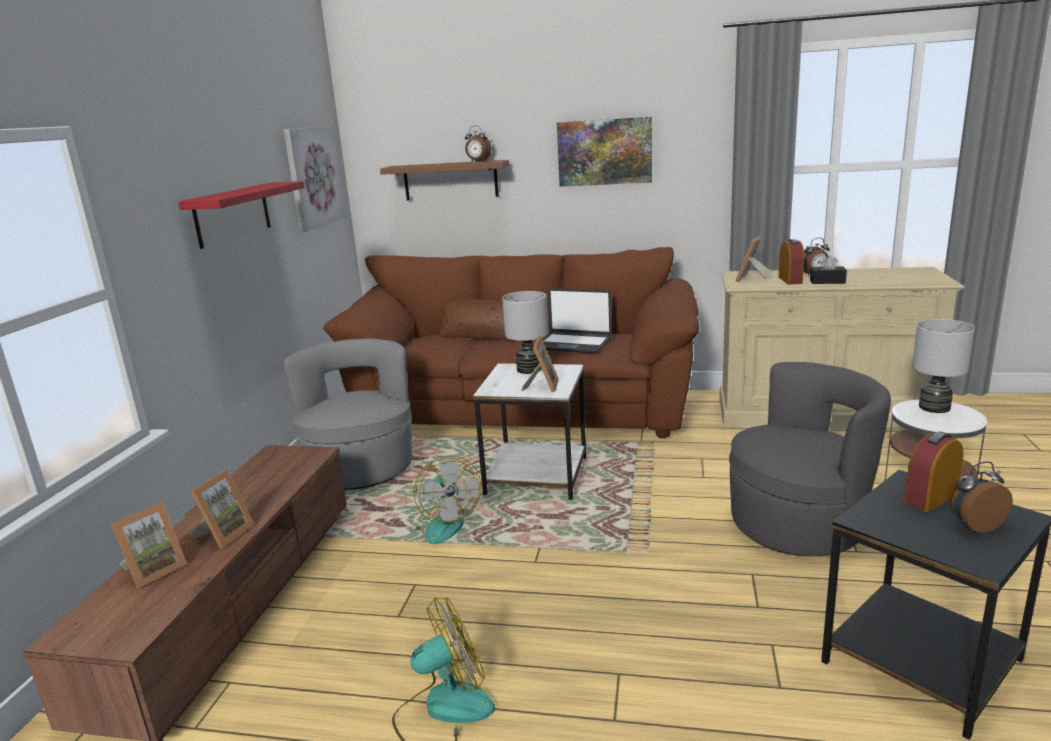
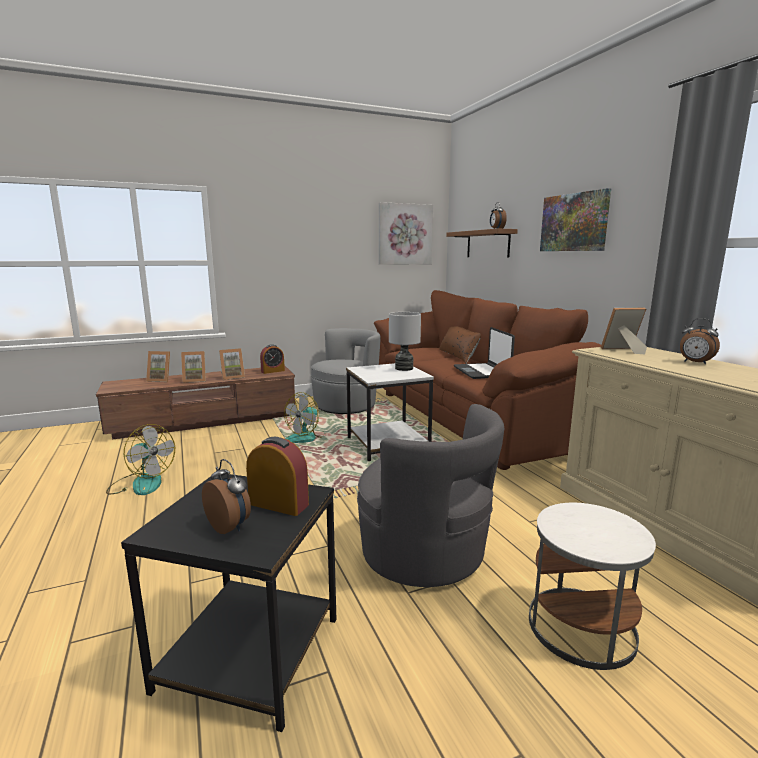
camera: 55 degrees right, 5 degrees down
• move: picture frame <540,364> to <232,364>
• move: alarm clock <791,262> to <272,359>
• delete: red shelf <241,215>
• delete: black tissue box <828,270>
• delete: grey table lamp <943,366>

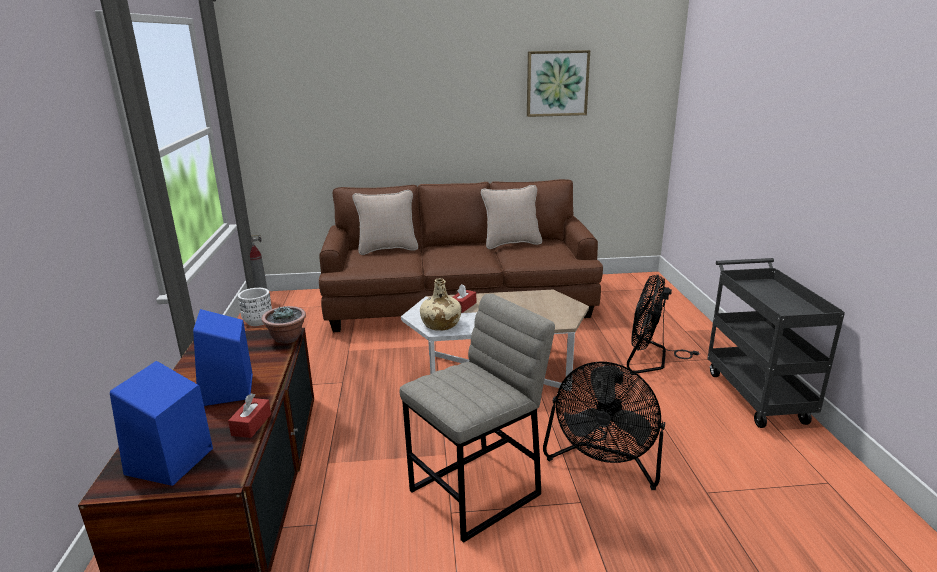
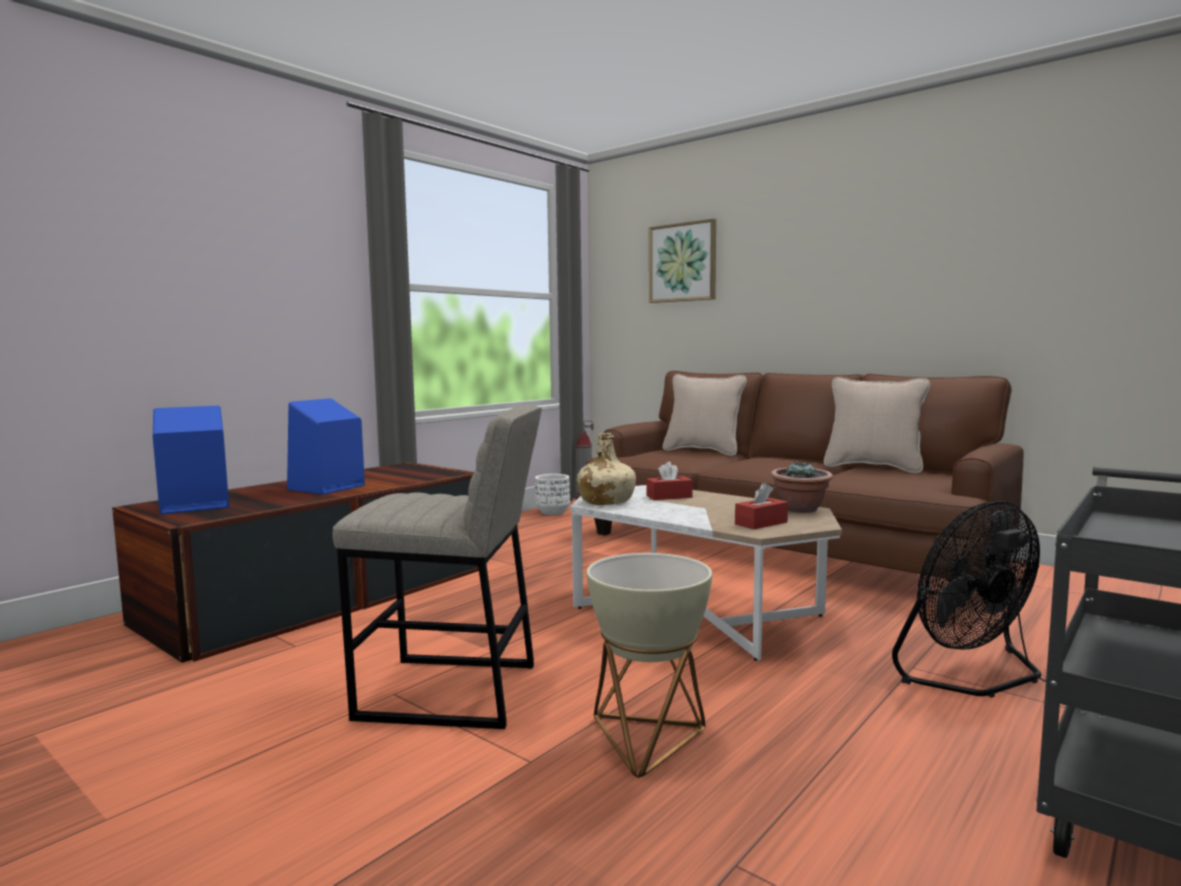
camera: 45 degrees right, 15 degrees down
• replace: black fan <604,426> to planter <649,665>
• move: picture <558,83> to <682,260>
• move: red tissue box <249,415> to <761,505>
• move: potted plant <284,325> to <802,487>

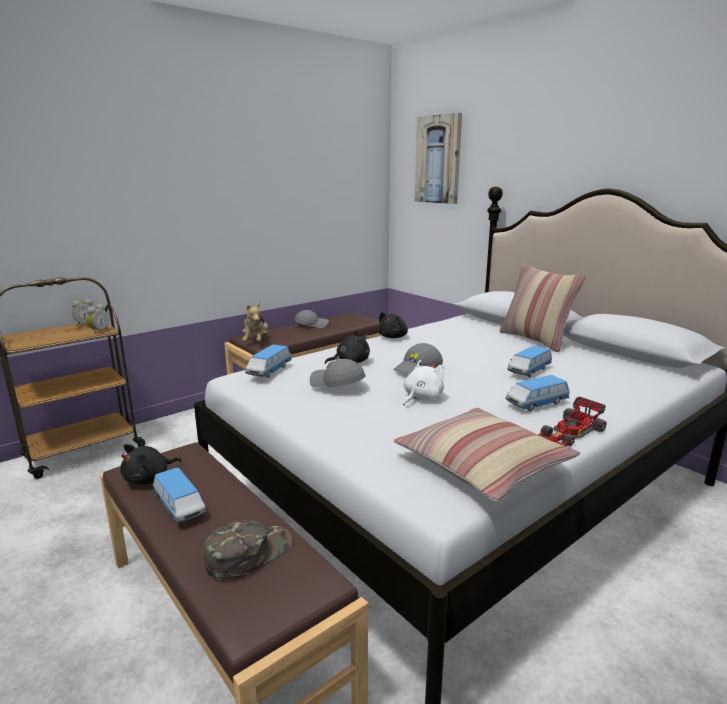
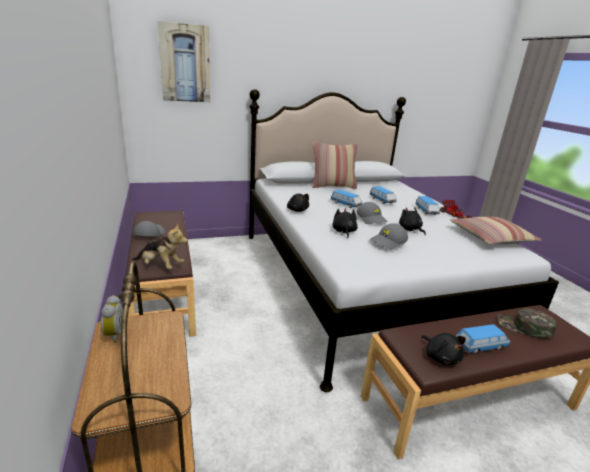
camera: 70 degrees left, 5 degrees up
• move: toy car <268,361> to <346,199>
• recolor: white plush toy <423,383> to black plush toy <412,221>
• rotate: green cap <248,550> = <526,323> 45 degrees counterclockwise
• delete: alarm clock <97,319>

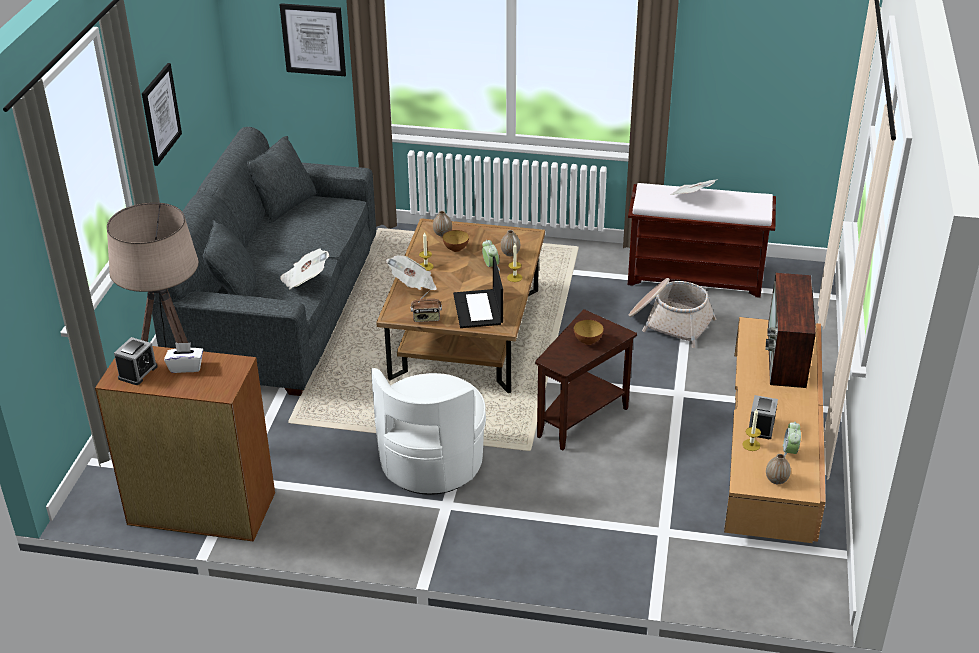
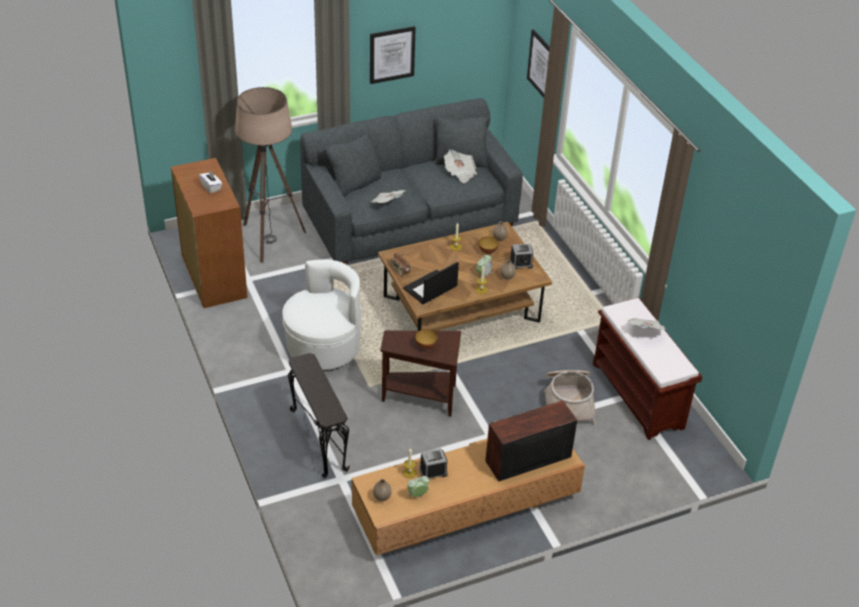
camera: 55 degrees right, 5 degrees up
• rotate: white armchair <428,431> = <322,315> 150 degrees clockwise
• insert: black side table <319,415>
• move: newspaper <411,272> to <460,166>
• move: alarm clock <136,361> to <521,256>

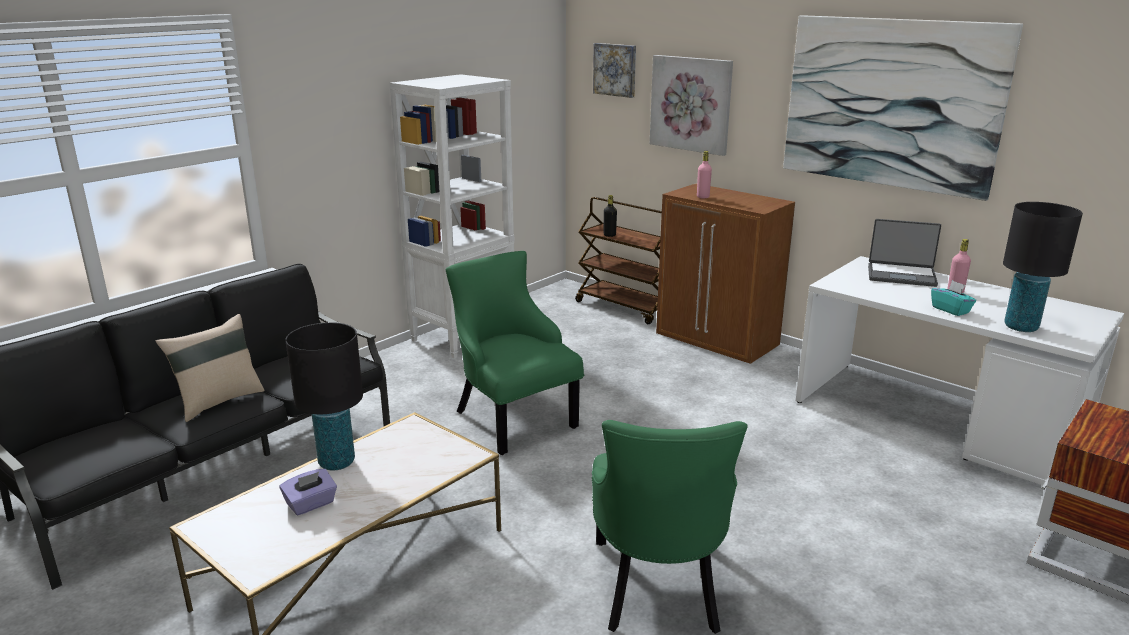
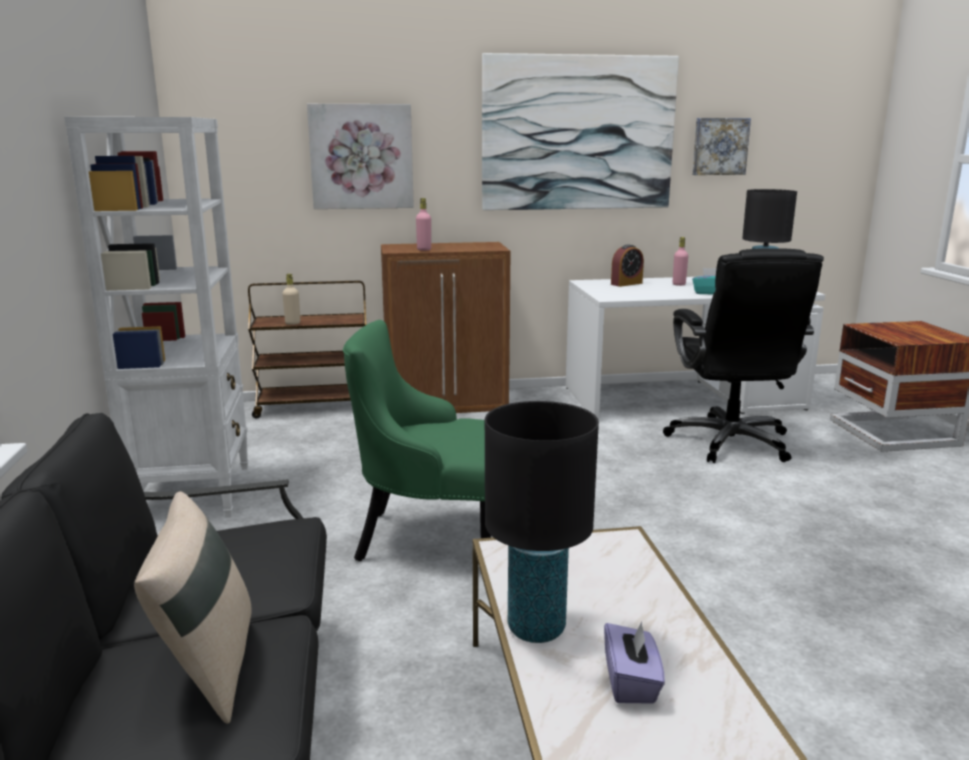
camera: 50 degrees left, 5 degrees down
• recolor: black bottle <610,216> to beige bottle <291,299>
• replace: laptop <904,253> to alarm clock <627,265>
• insert: black office chair <743,355>
• move: picture <614,70> to <721,146>
• delete: green chair <670,527>

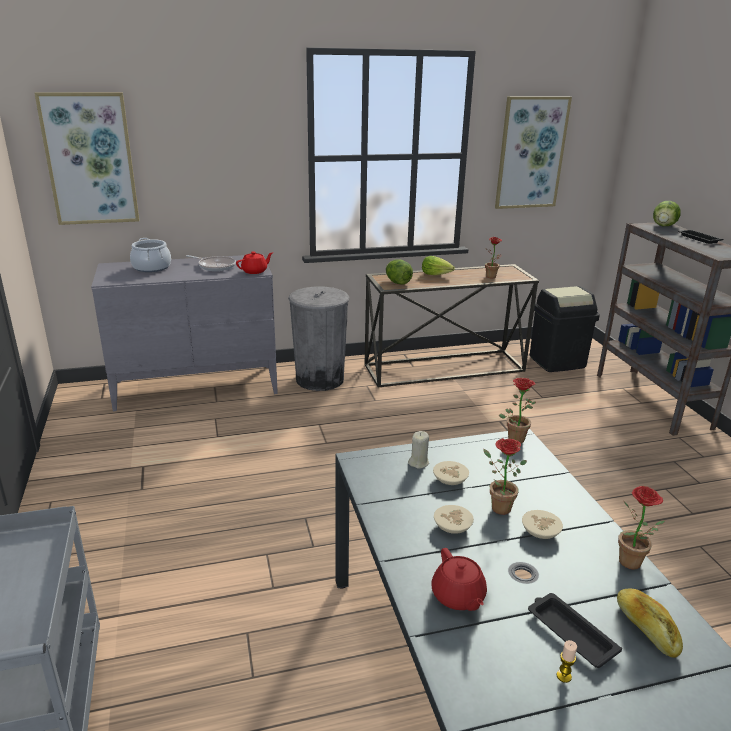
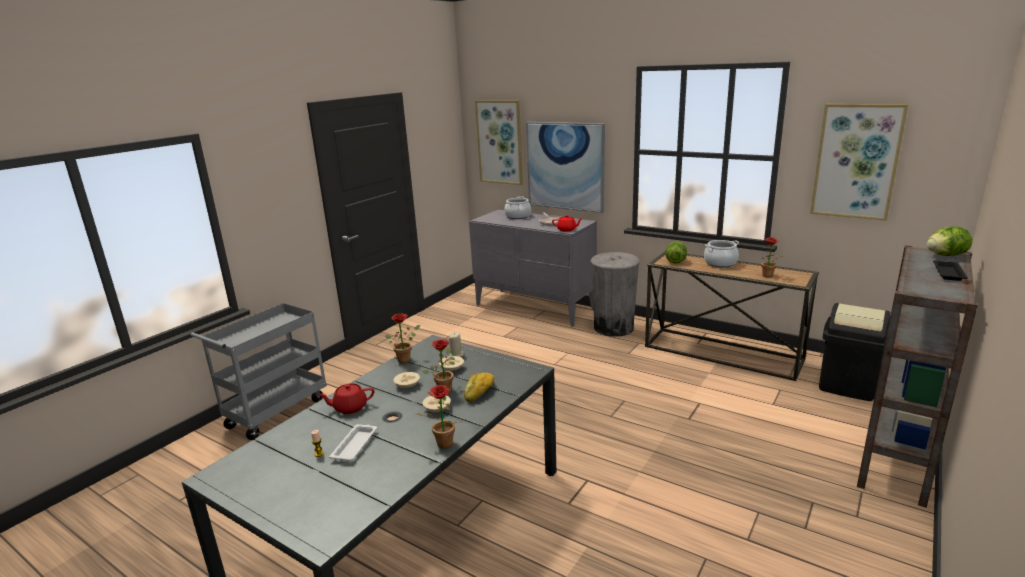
camera: 50 degrees right, 5 degrees down
• rotate: red teapot <459,579> = <346,399> 45 degrees clockwise
• recolor: black tray <575,630> to white tray <353,442>
• move: potted plant <517,410> to <402,338>
• move: bread <650,623> to <479,387>
• insert: picture <565,167>
• replace: lettuce <438,265> to cooking pot <721,253>

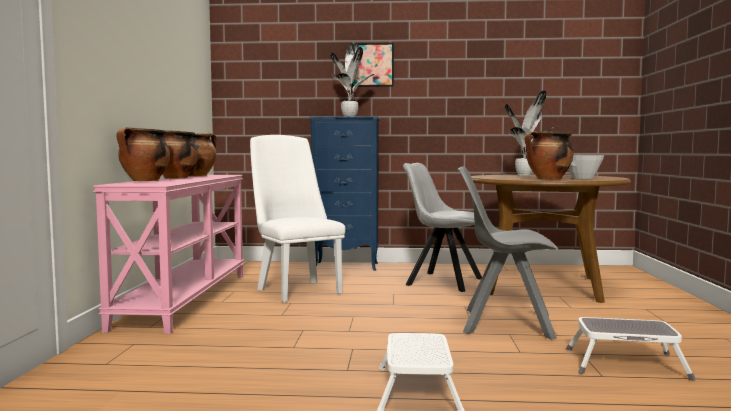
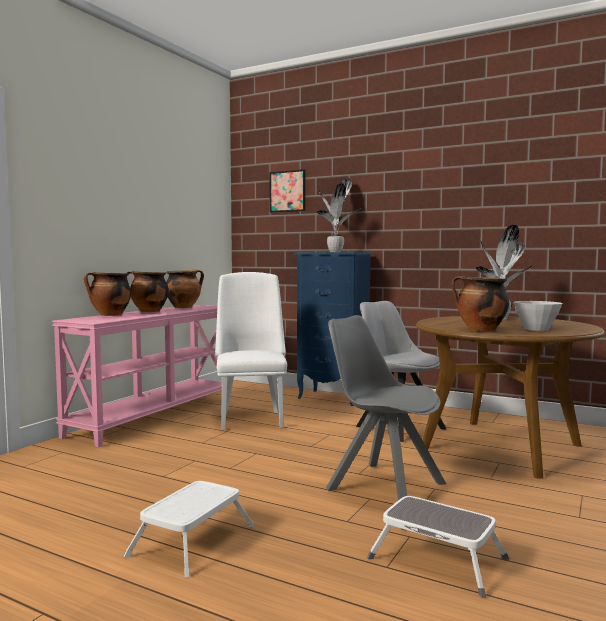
camera: 25 degrees right, 0 degrees up
• move: picture <372,65> to <287,190>

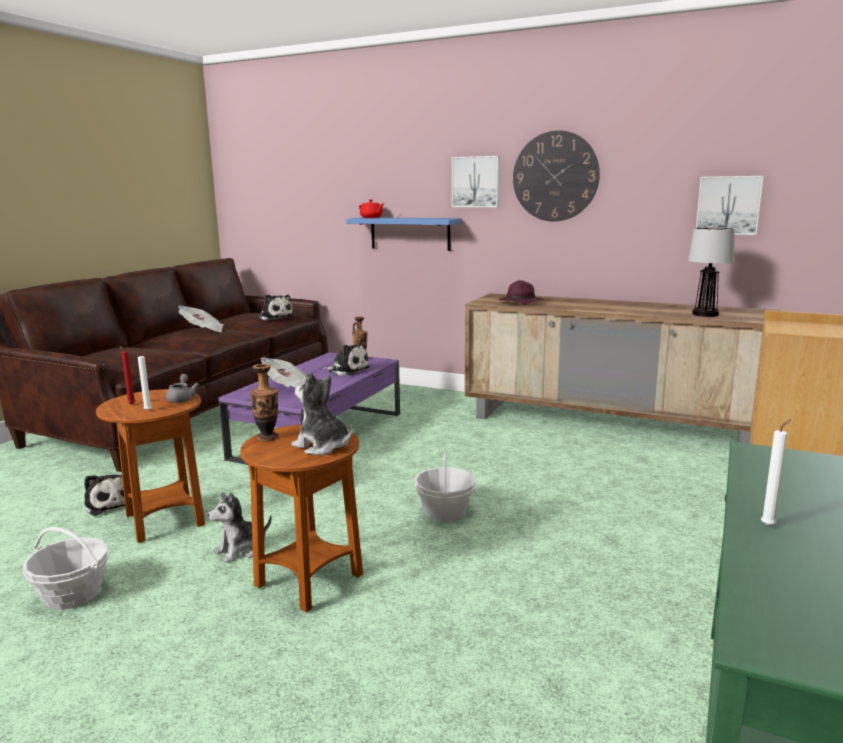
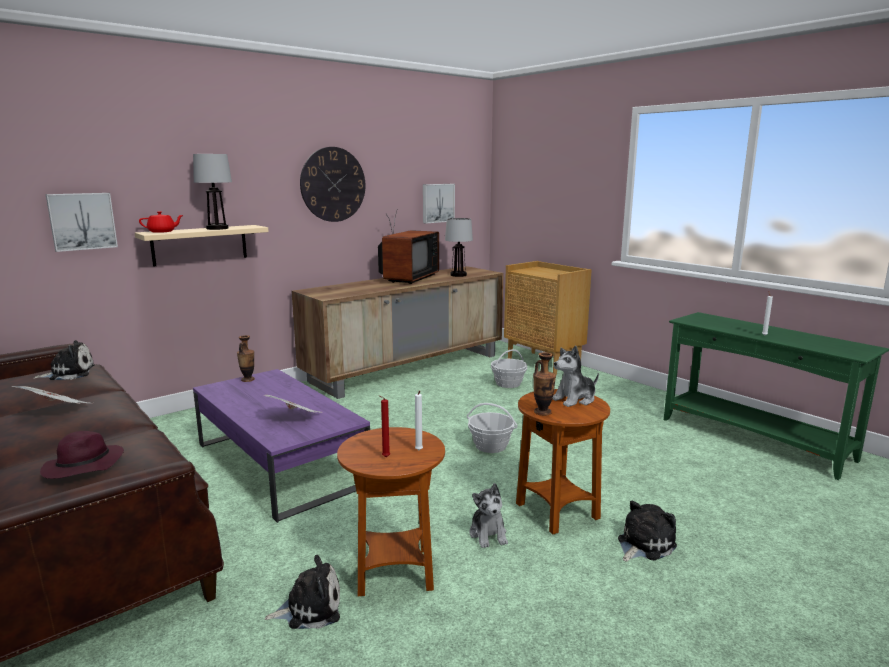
camera: 65 degrees left, 0 degrees up
• move: purple hat <521,292> to <82,455>
• move: picture <476,181> to <82,222>
• recolor: blue shelf <403,234> to beige shelf <202,246>
• insert: table lamp <212,192>
• insert: television <408,247>
• move: basket <66,568> to <509,368>
• move: plush toy <346,359> to <647,531>
• delete: grey teapot <182,388>

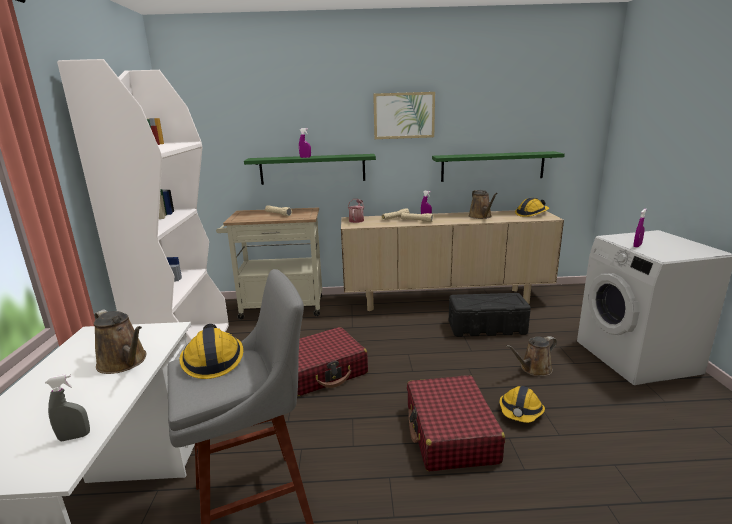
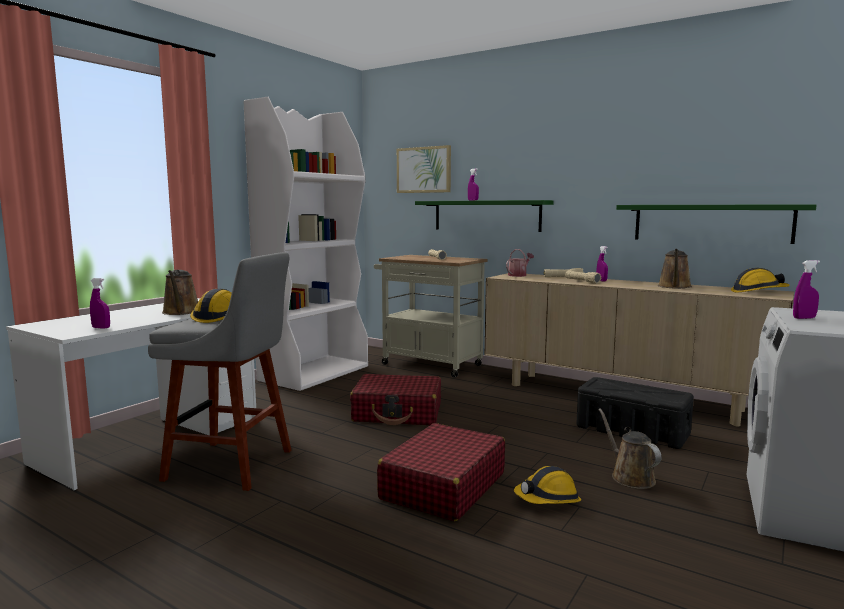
camera: 35 degrees right, 10 degrees down
• recolor: grey spray bottle <67,407> to purple spray bottle <100,303>
• move: picture <404,115> to <424,169>
• rotate: brown watering can <531,356> = <630,448> 60 degrees clockwise

